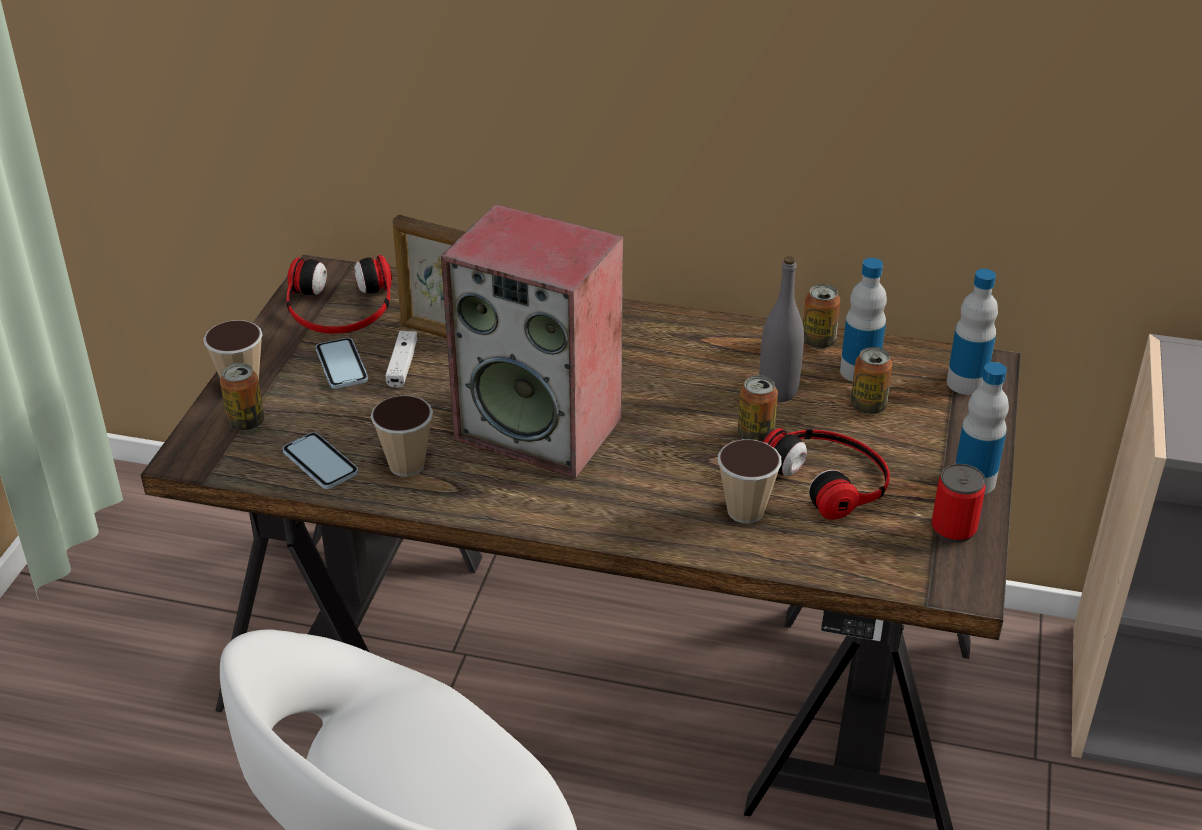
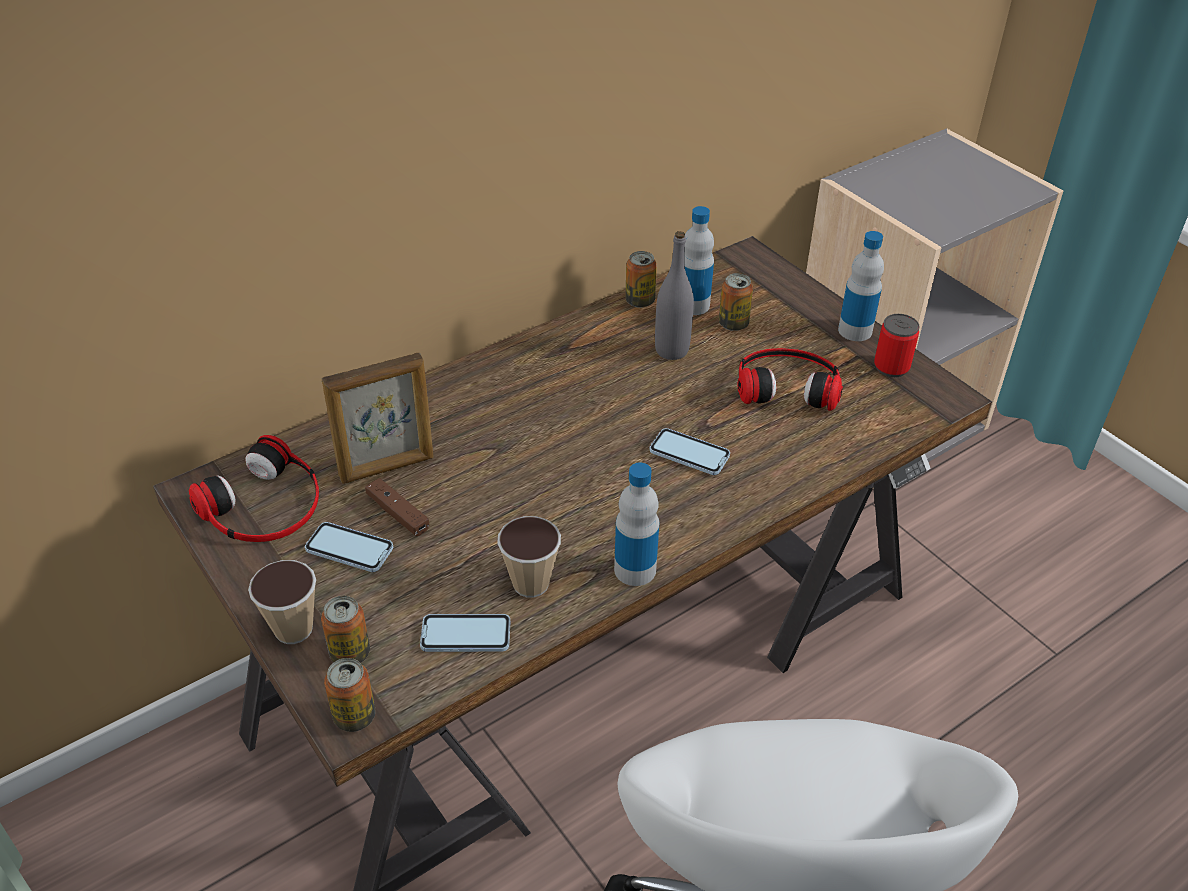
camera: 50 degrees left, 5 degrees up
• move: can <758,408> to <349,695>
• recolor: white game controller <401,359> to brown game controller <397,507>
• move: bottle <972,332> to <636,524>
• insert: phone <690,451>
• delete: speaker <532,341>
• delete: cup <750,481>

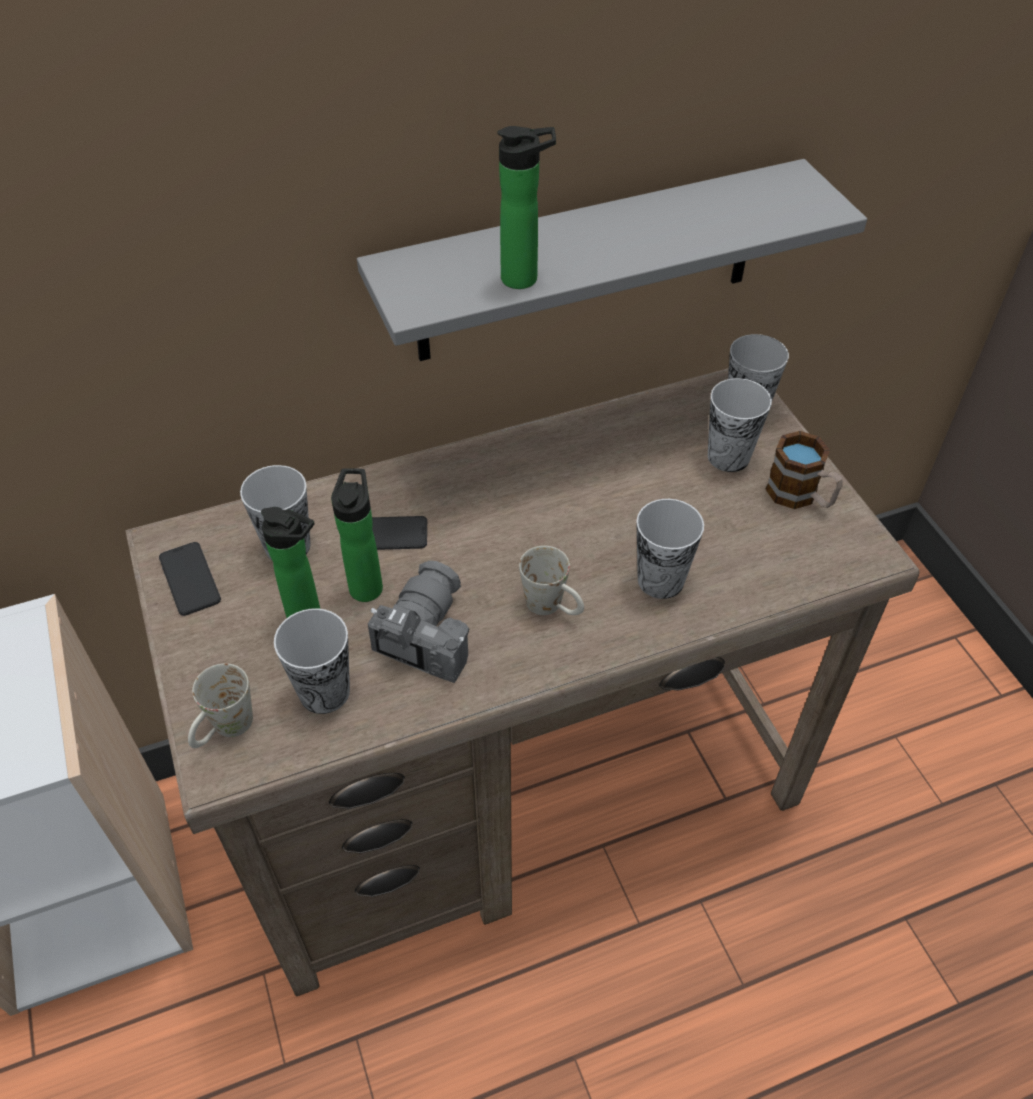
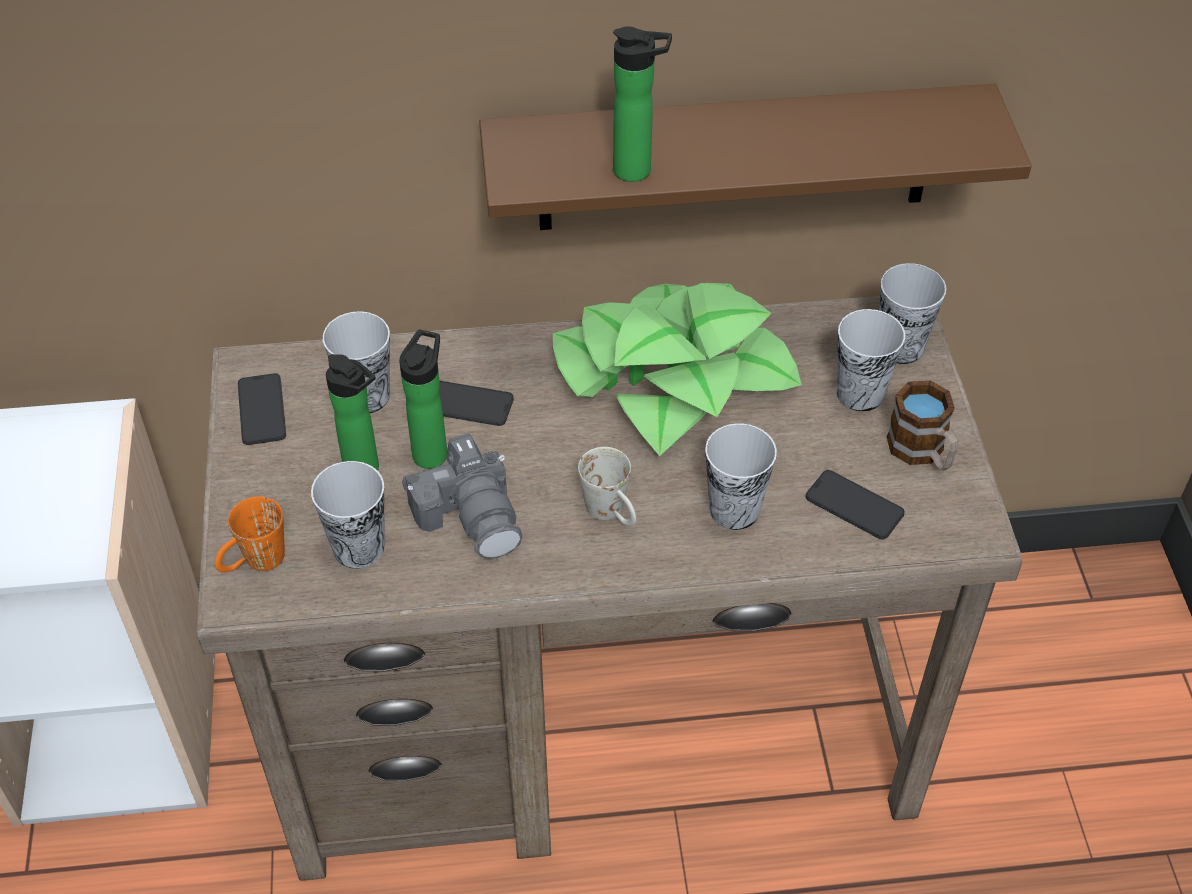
camera: 15 degrees right, 0 degrees up
• recolor: white mug <220,705> to orange mug <250,534>
• rotate: photo camera <418,622> = <462,495> 120 degrees clockwise
• recolor: grey shelf <612,260> to brown shelf <755,157>
• insert: potted plant <677,369>
• insert: phone <855,504>

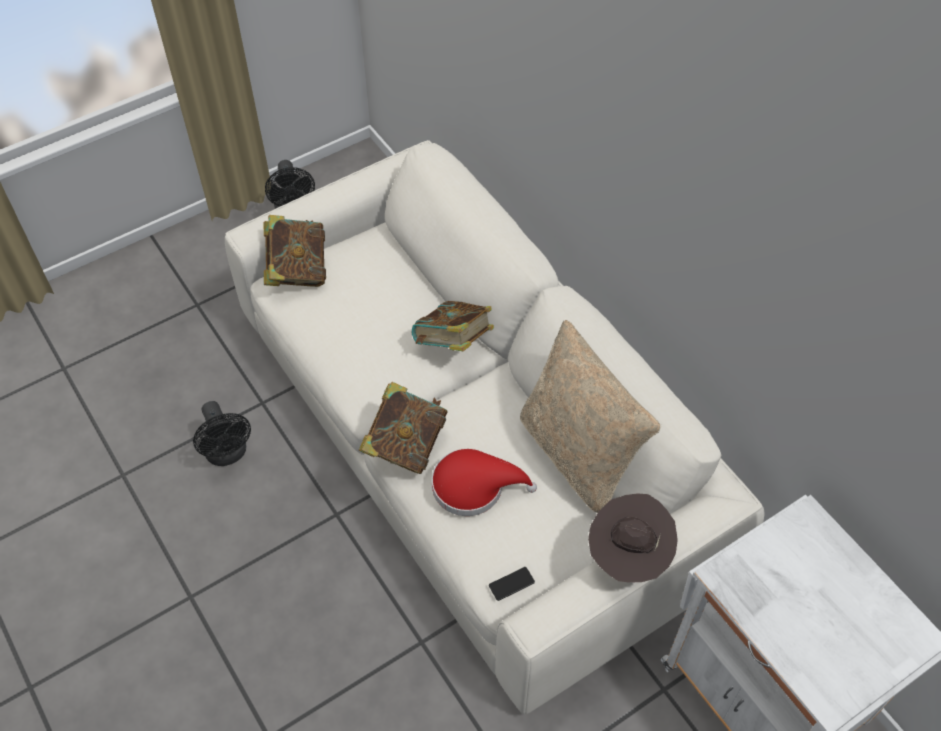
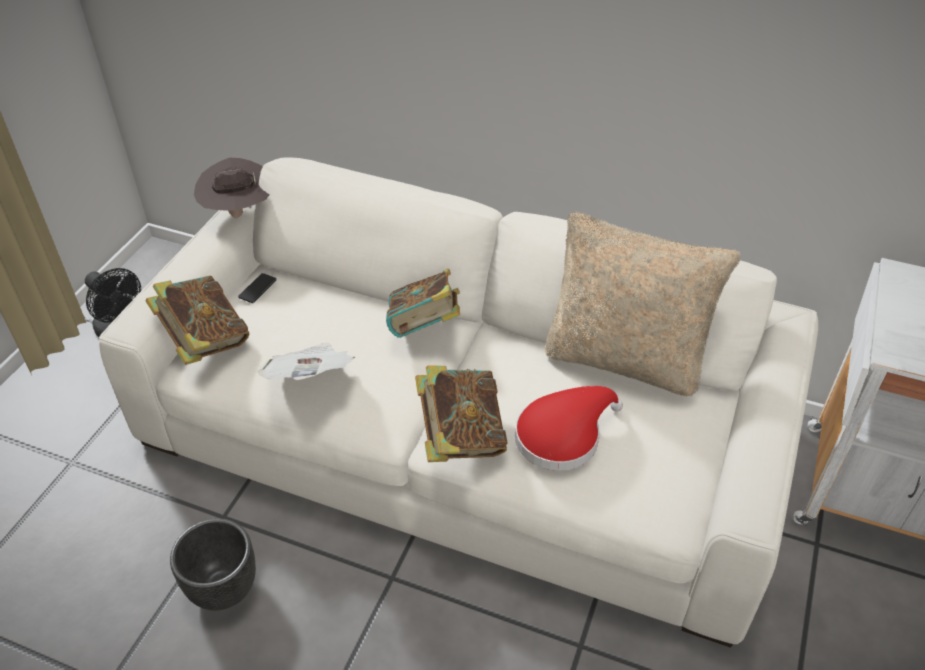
camera: 35 degrees left, 10 degrees down
• replace: black fan <222,433> to black planter <213,564>
• move: brown hat <633,538> to <231,188>
• move: phone <512,584> to <257,288>
• insert: newspaper <306,361>

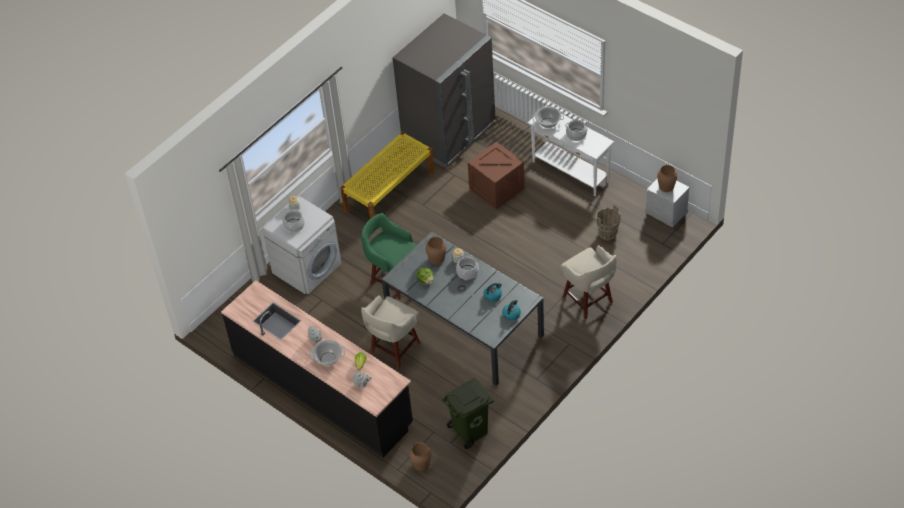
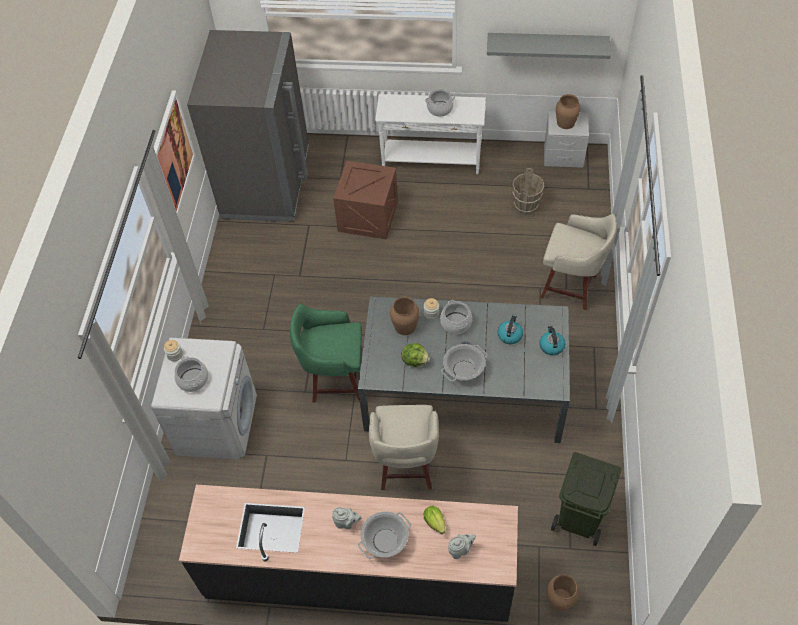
camera: 35 degrees left, 5 degrees up
• insert: picture <175,153>
• move: cooking pot <548,117> to <464,363>
• insert: grey shelf <549,46>
• delete: yellow bench <387,175>

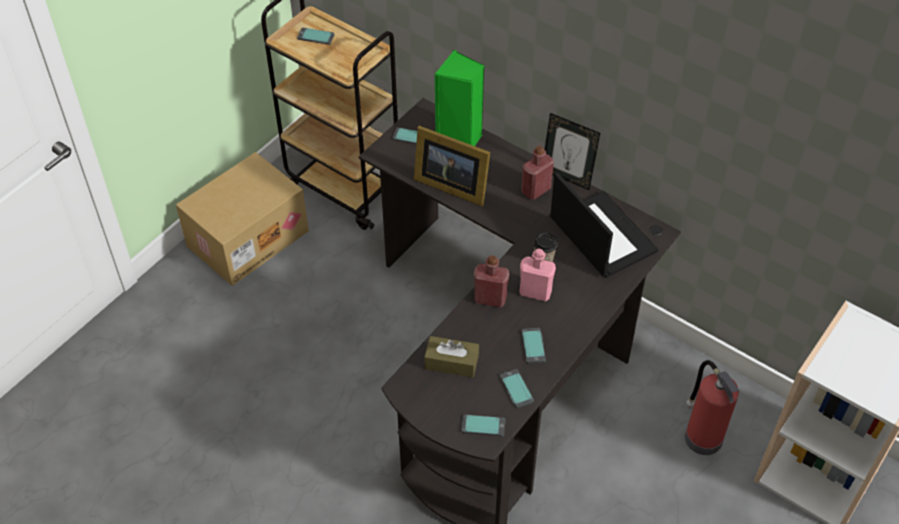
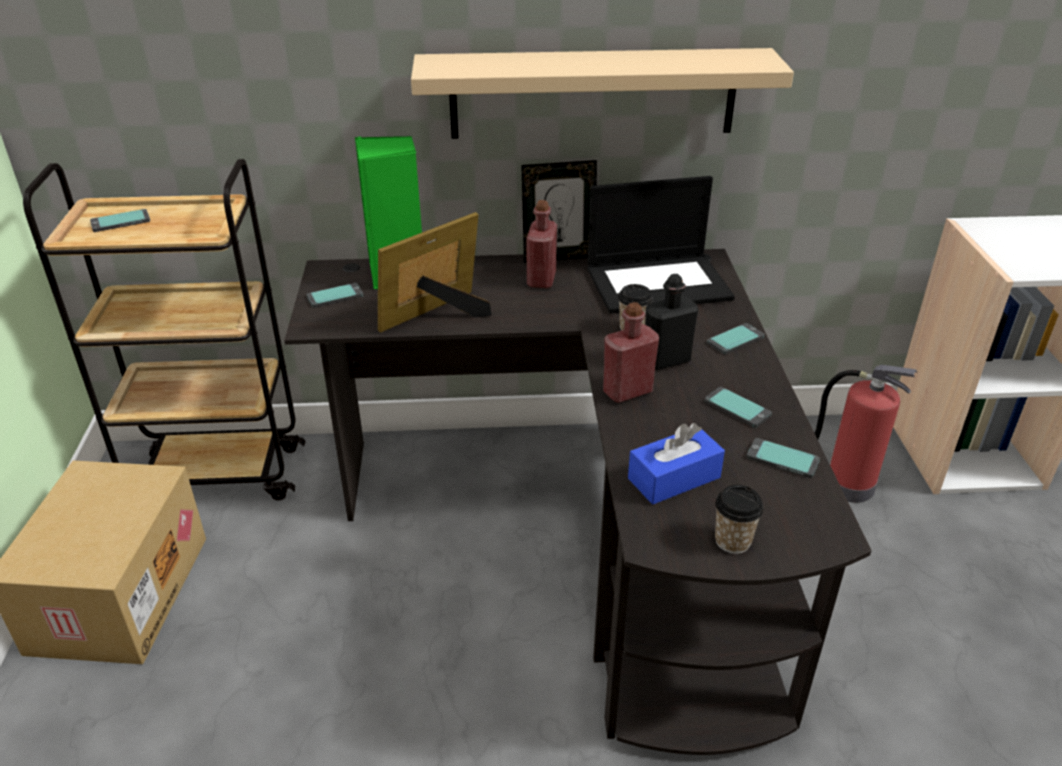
camera: 40 degrees left, 15 degrees down
• rotate: picture frame <452,166> = <434,272> 150 degrees clockwise
• insert: beige shelf <602,93>
• rotate: laptop <604,225> = <661,245> 150 degrees clockwise
• recolor: brown tissue box <451,357> to blue tissue box <676,463>
• recolor: pink bottle <538,275> to black bottle <671,322>
• move: phone <483,425> to <736,338>
• insert: cup <739,519>

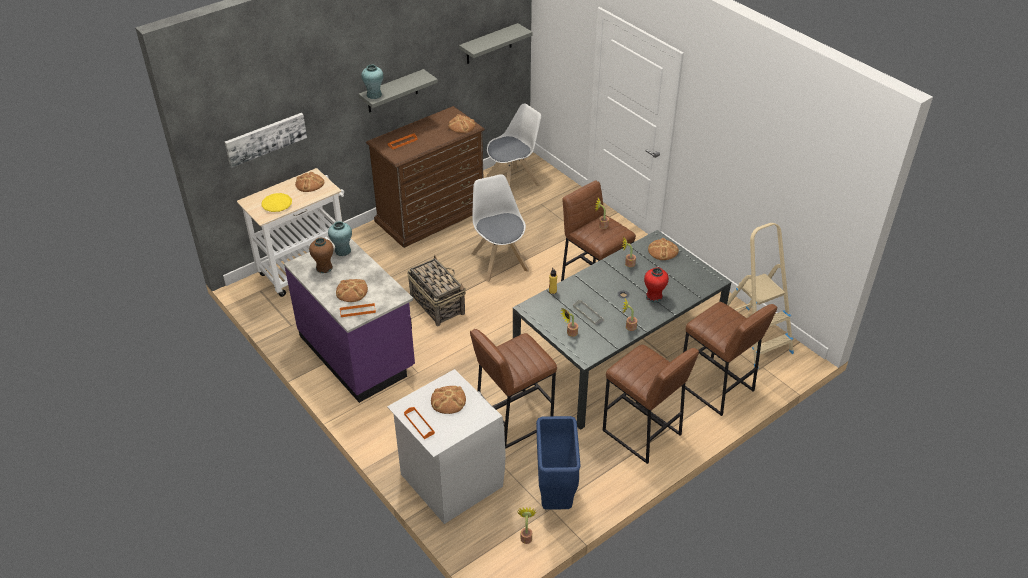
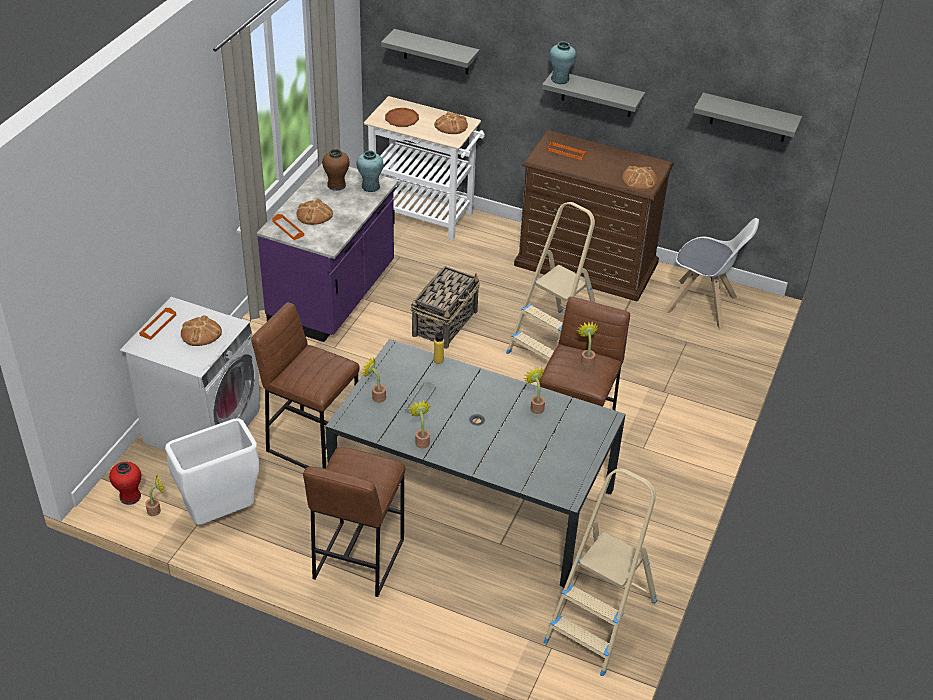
camera: 60 degrees right, 0 degrees up
• move: red vase <656,285> to <125,483>
• recolor: blue trash can <558,463> to white trash can <212,471>
• replace: picture <266,140> to grey shelf <430,51>
• recolor: yellow plate <276,202> to brown plate <402,117>
• replace: chair <500,228> to beige step ladder <550,281>
• delete: bread <663,249>
• delete: brown stool <730,359>

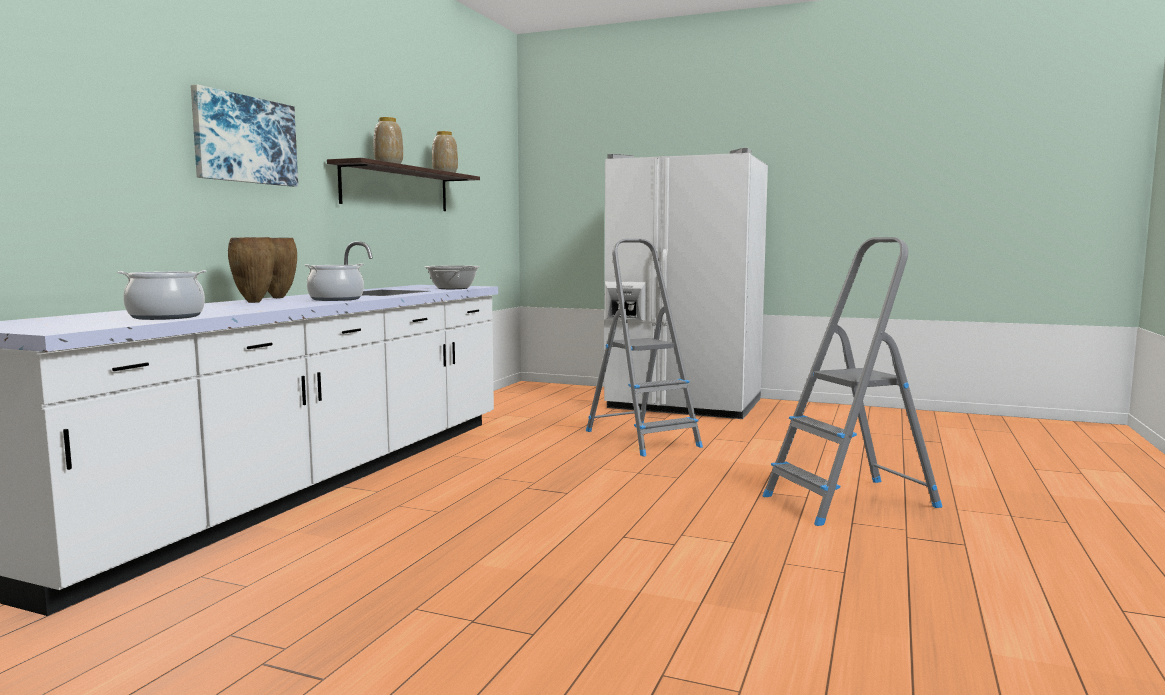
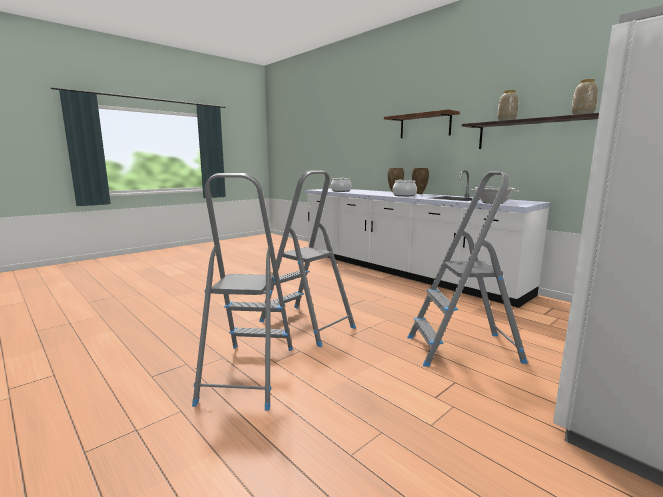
camera: 115 degrees right, 5 degrees up
• insert: grey step ladder <307,258>
• replace: picture <244,135> to brown shelf <422,123>

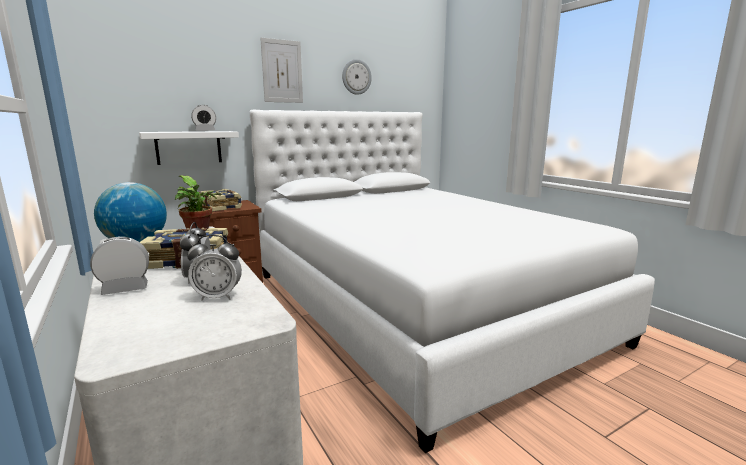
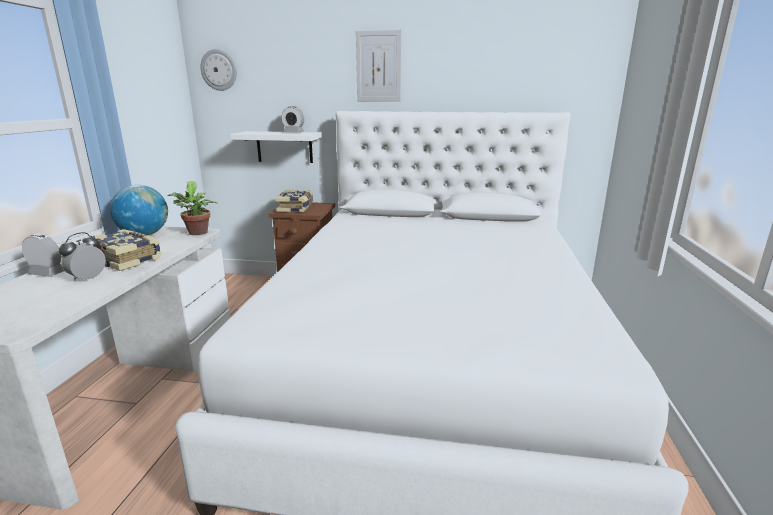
camera: 40 degrees right, 5 degrees up
• move: wall clock <357,77> to <218,70>
• delete: alarm clock <214,267>

